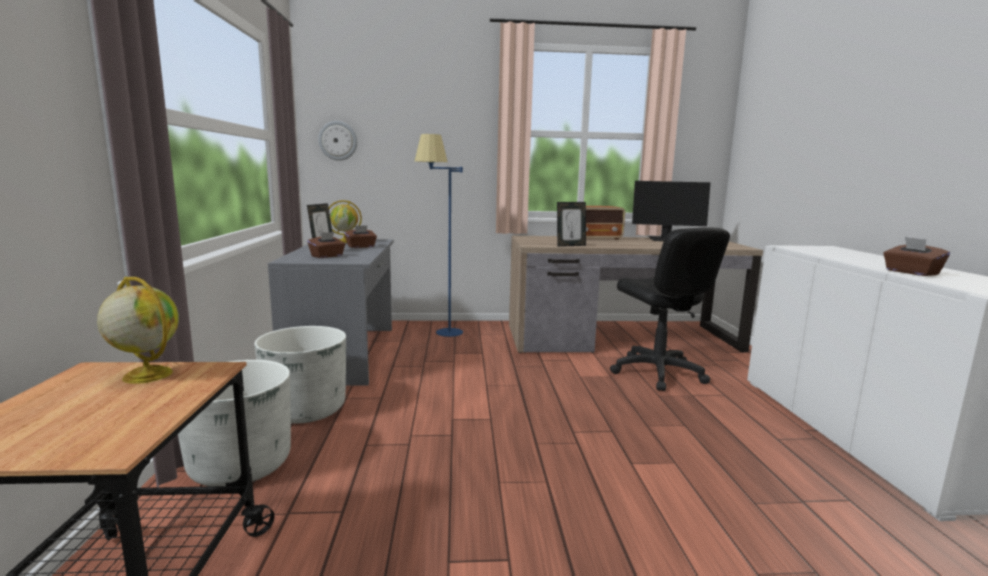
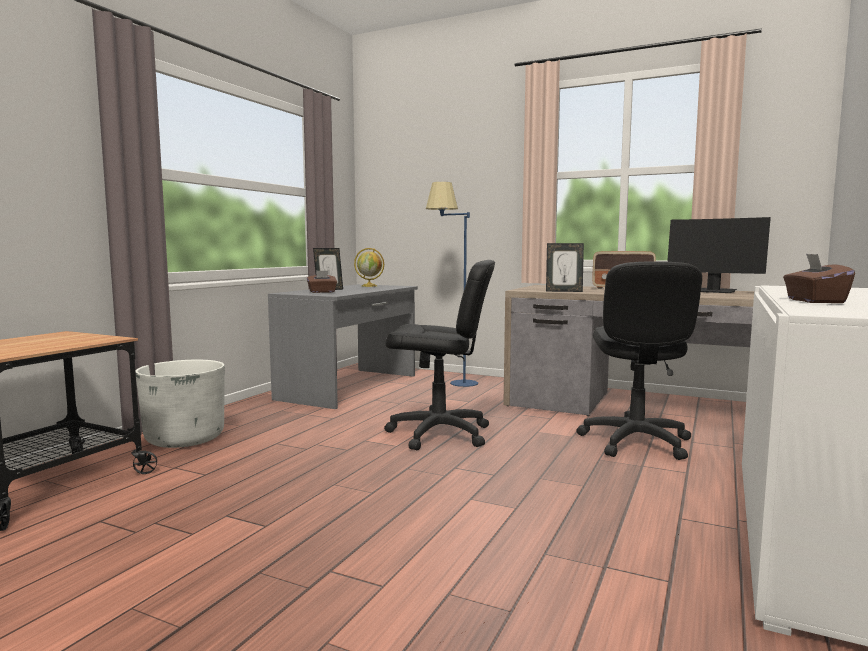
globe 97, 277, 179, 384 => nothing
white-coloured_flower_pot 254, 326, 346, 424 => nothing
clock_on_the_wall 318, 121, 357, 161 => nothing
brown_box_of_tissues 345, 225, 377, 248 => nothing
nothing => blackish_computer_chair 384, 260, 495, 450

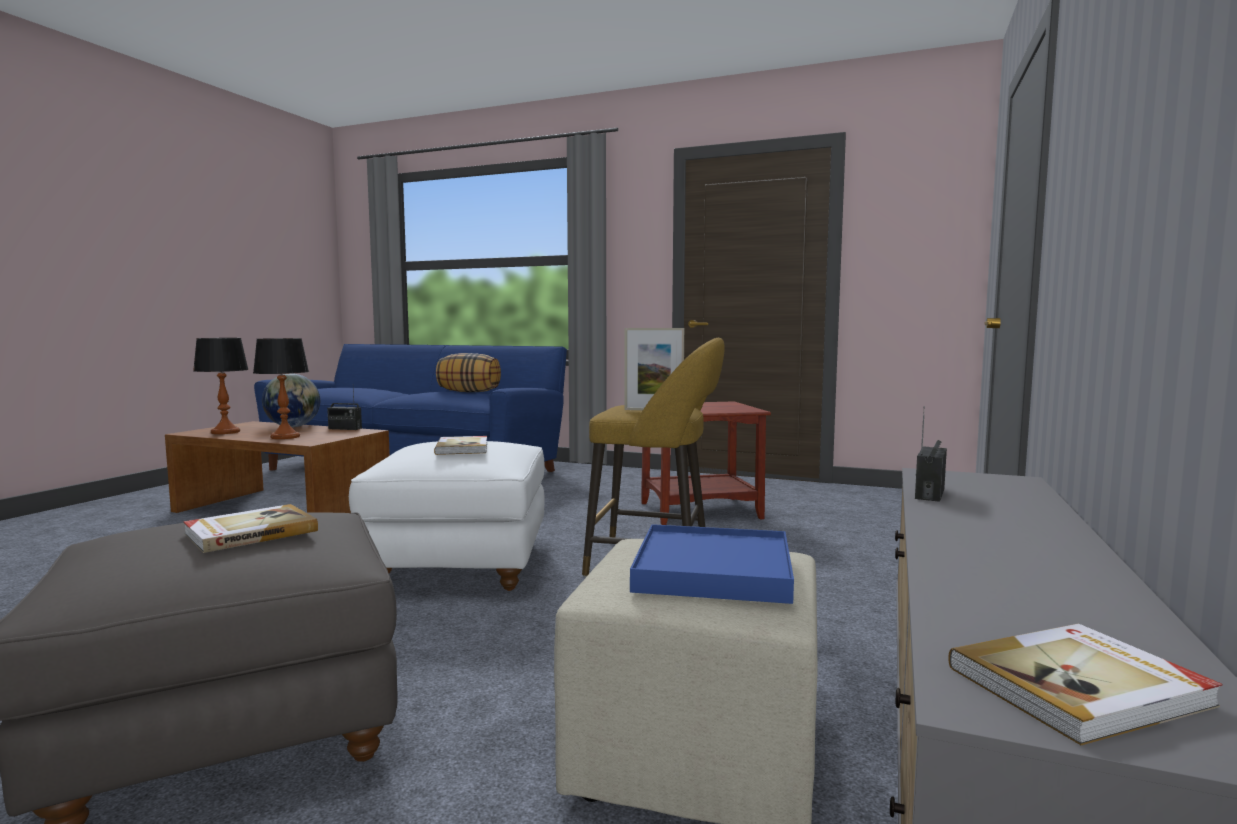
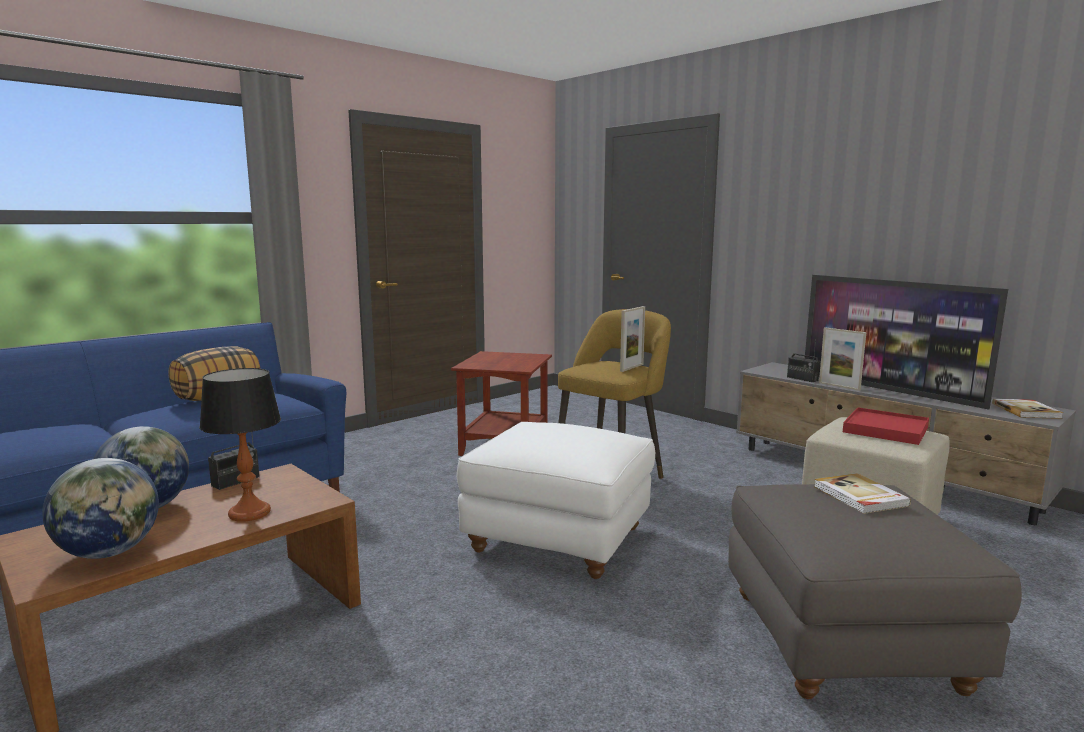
volume 434, 436, 487, 455 => nothing
nothing => television 805, 275, 1008, 410
nothing => picture_frame 819, 327, 866, 391
tabletop_lamp 193, 338, 249, 434 => globe 42, 458, 159, 559
blue-coloured_serving_tray 630, 524, 794, 604 => reddish_serving_tray 843, 407, 929, 445

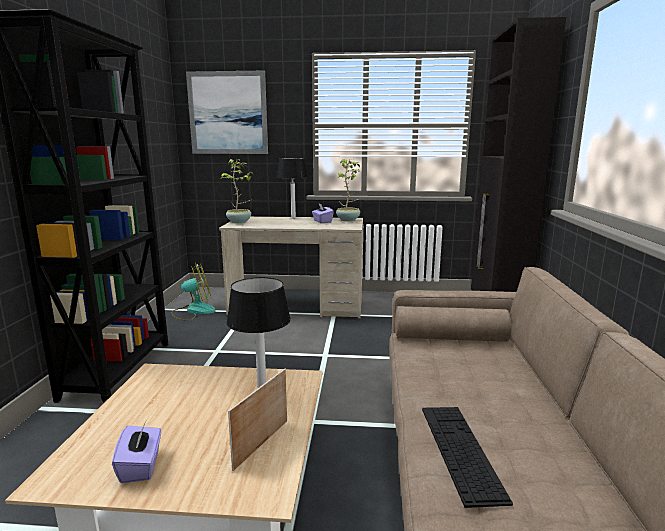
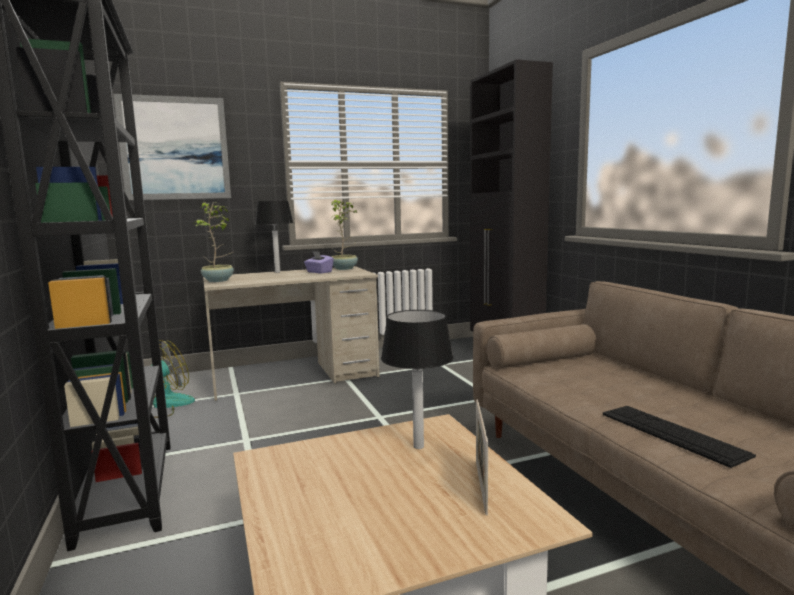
purple_box_of_tissues 112, 421, 161, 483 => nothing

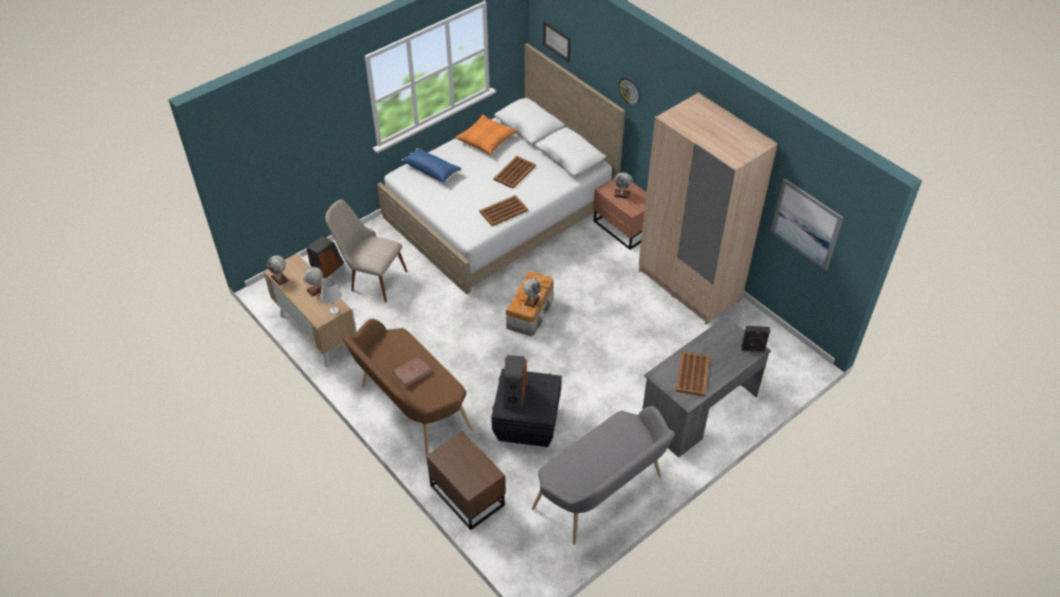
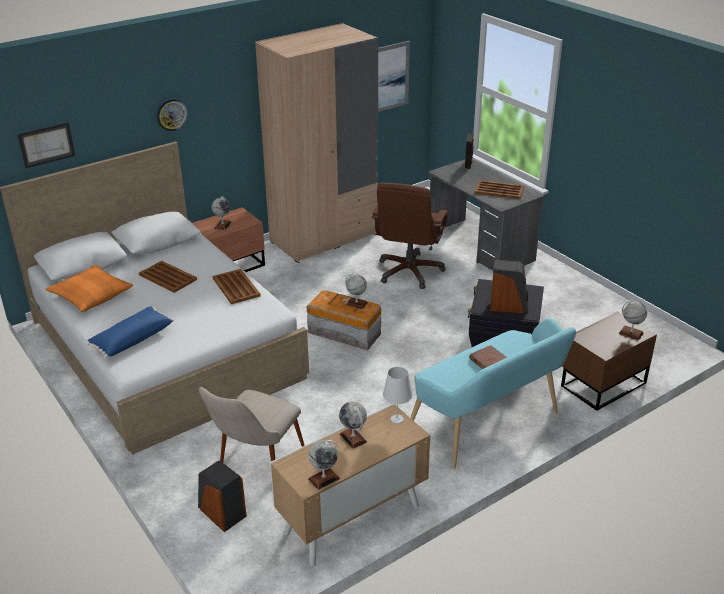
gray_bench 532, 406, 675, 545 => nothing
nothing => brown_computer_chair 372, 182, 448, 289
nothing => globe 619, 300, 647, 340
brown_bench 343, 319, 473, 456 => blue-green_bench 410, 318, 576, 469

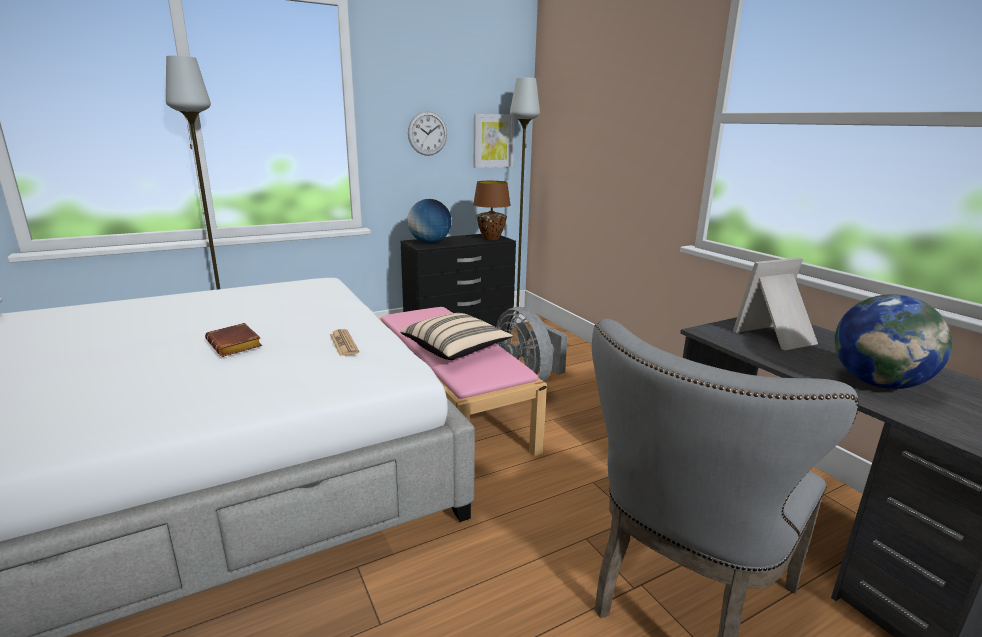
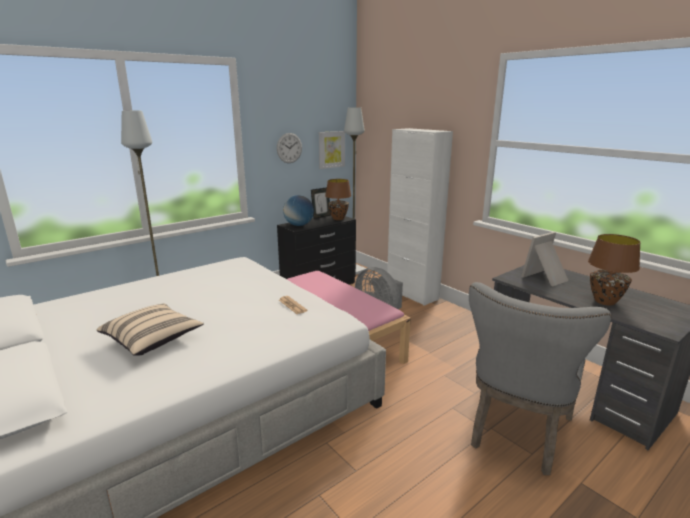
brown_volume 205, 323, 262, 357 => nothing
nothing => picture_frame 311, 187, 331, 219
nothing => white-coloured_cabinet 387, 128, 453, 306
sand-coloured_pillow 400, 313, 513, 360 => sand-coloured_pillow 96, 304, 204, 356, shifted
globe 835, 294, 952, 389 => brown_tabletop_lamp 588, 234, 641, 306

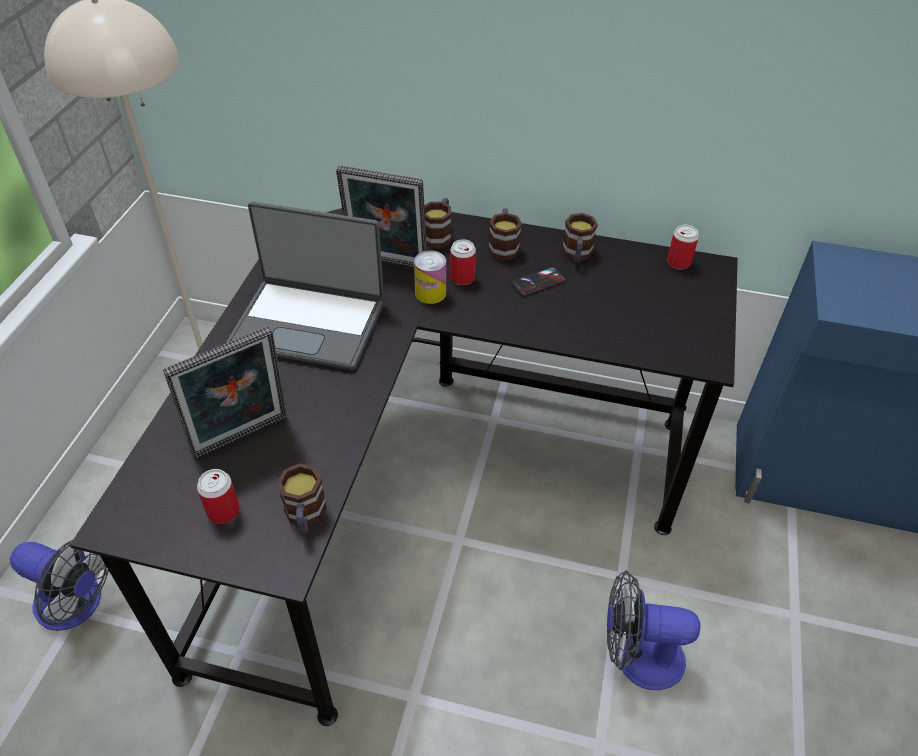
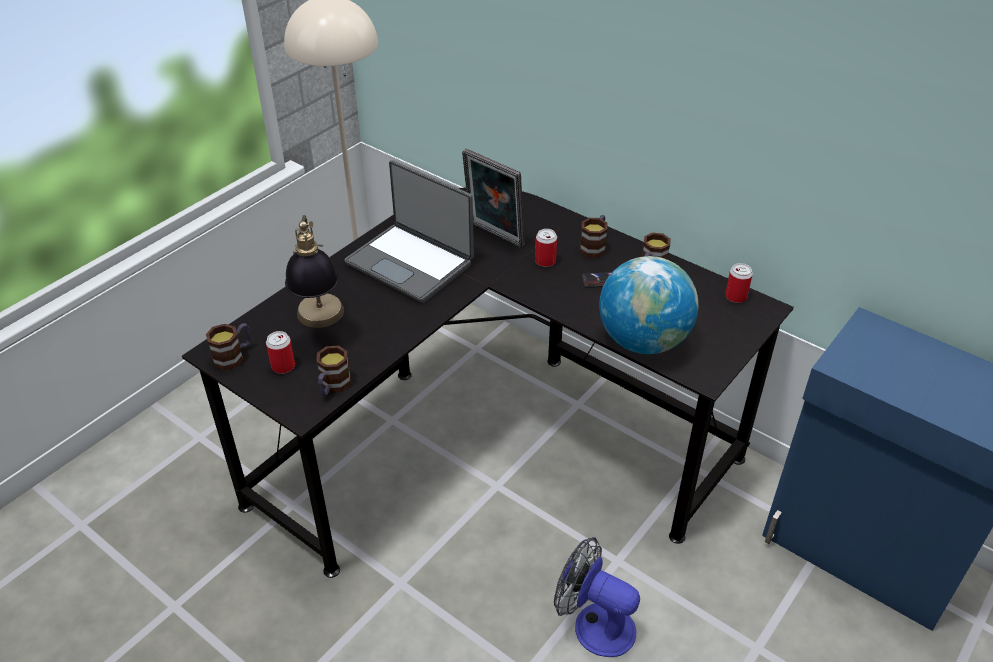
cooling_fan 10, 540, 109, 631 => nothing
sealed_can 414, 251, 446, 304 => nothing
nothing => globe 599, 256, 699, 354
coffee_mug 424, 198, 451, 248 => coffee_mug 206, 323, 251, 370, shifted
picture_frame 163, 326, 287, 459 => tabletop_lamp 285, 215, 344, 328

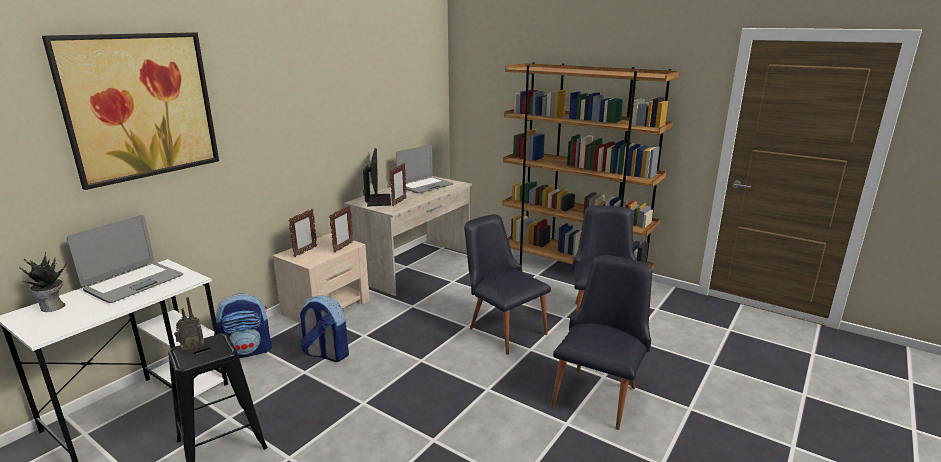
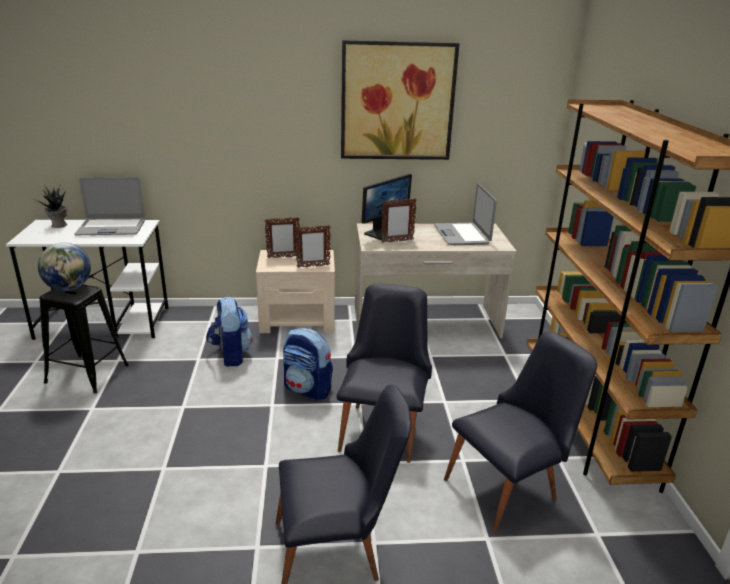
wall_picture 42, 32, 219, 190 => wall_picture 341, 40, 459, 160, shifted
rucksack 215, 294, 272, 358 => rucksack 283, 328, 333, 401, shifted
radio 174, 297, 204, 352 => globe 38, 243, 91, 291
laptop 396, 145, 454, 193 => laptop 434, 183, 497, 245, 75 degrees clockwise

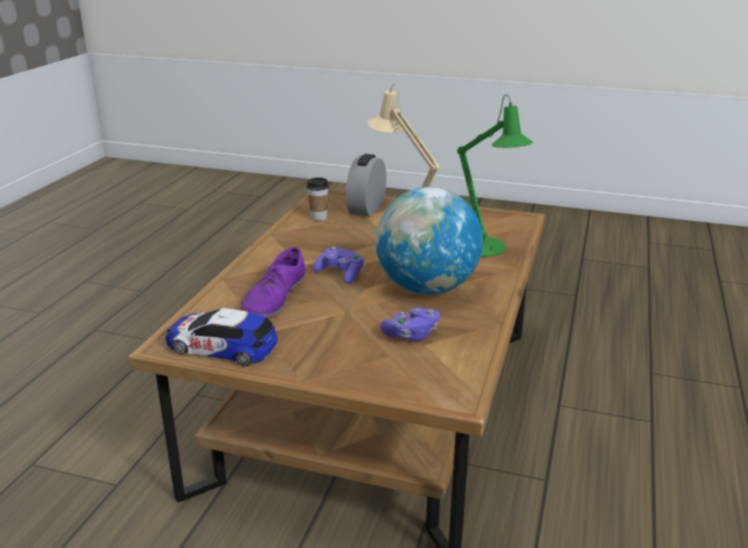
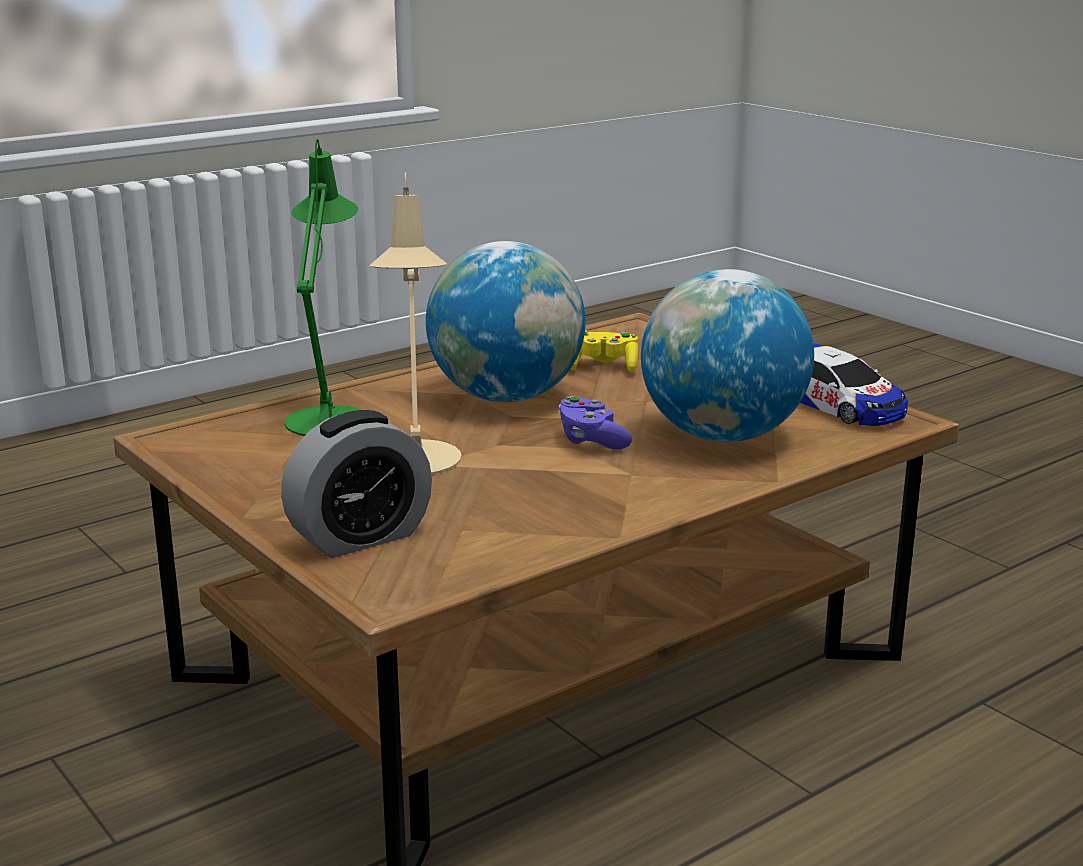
cup 306, 177, 329, 221 => nothing
purple_item_of_footwear 240, 247, 305, 318 => globe 641, 269, 814, 442
purple_gamepad 380, 307, 440, 342 => yellow_gamepad 570, 330, 638, 373

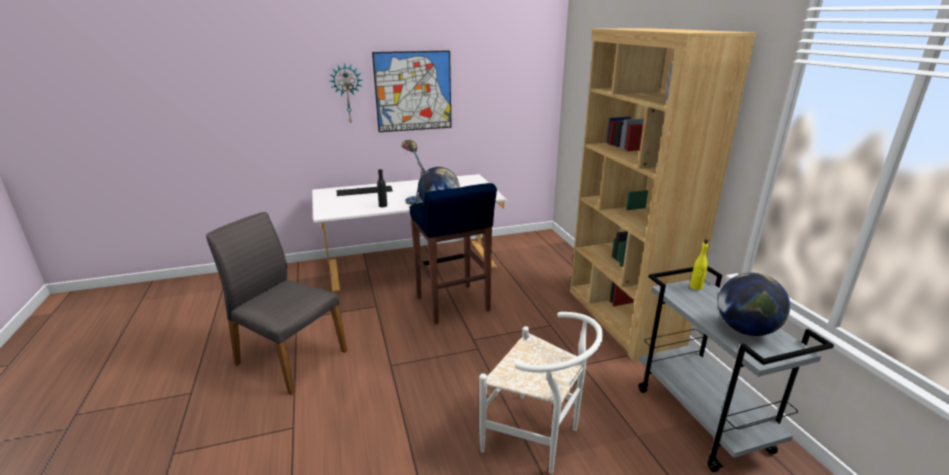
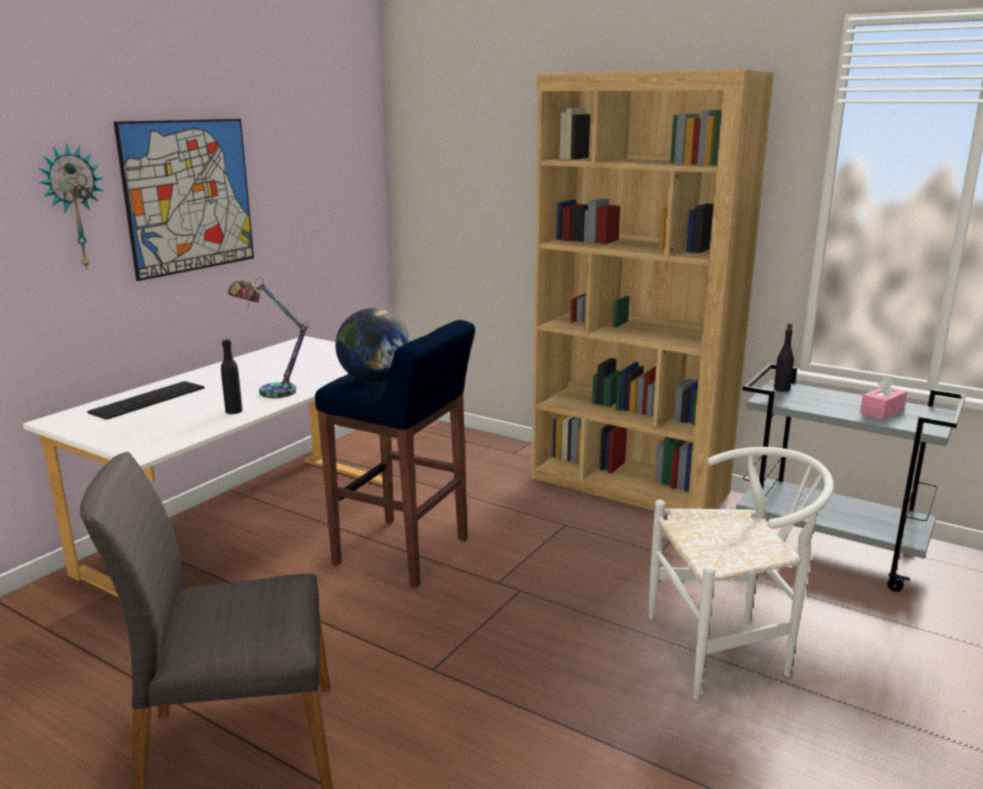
globe 718, 273, 790, 336 => pink_box_of_tissues 860, 374, 907, 419
yellow_beverage_bottle 690, 239, 708, 290 => blackish_beverage_bottle 774, 324, 794, 392

